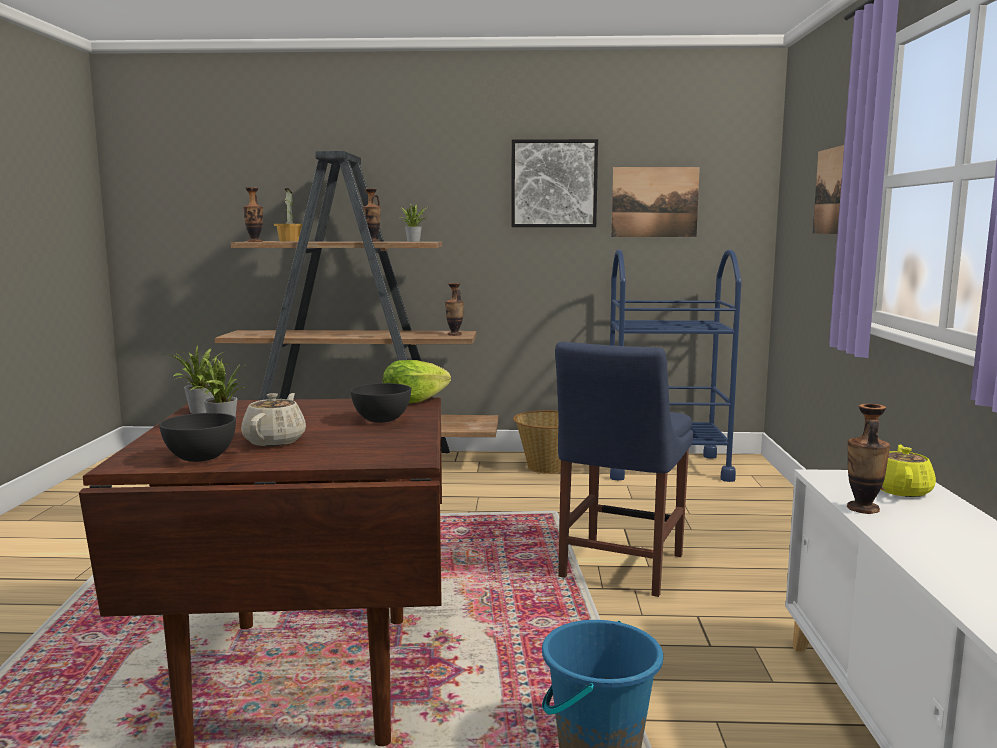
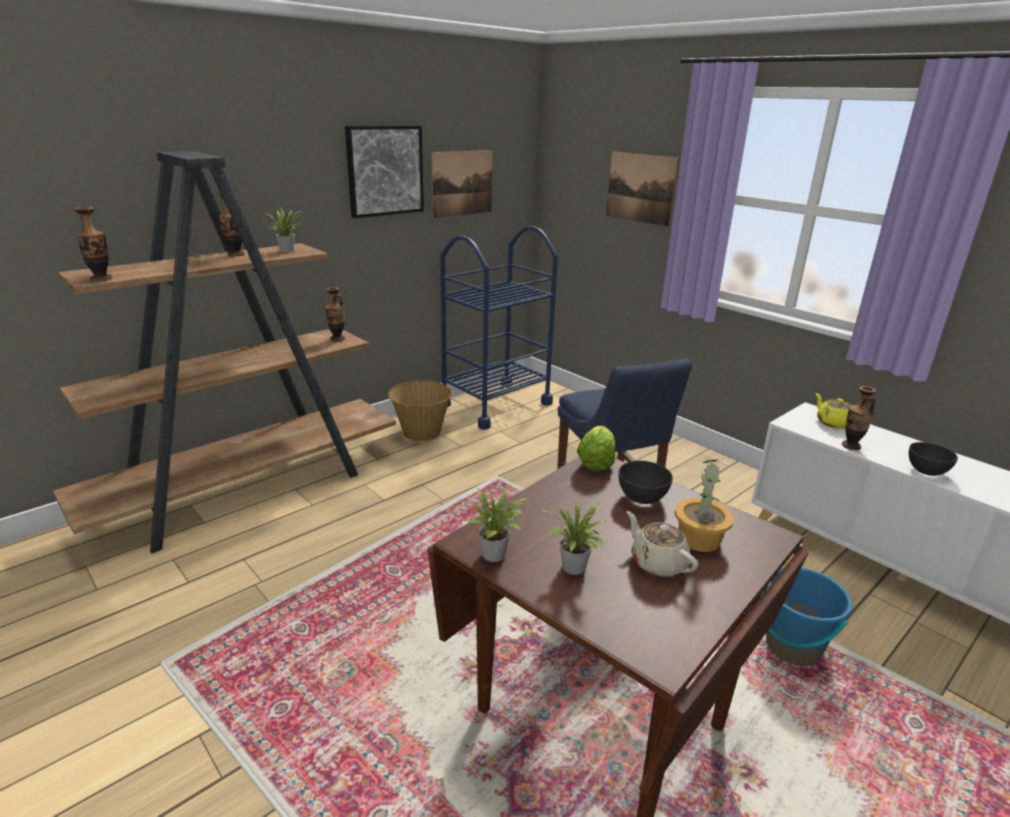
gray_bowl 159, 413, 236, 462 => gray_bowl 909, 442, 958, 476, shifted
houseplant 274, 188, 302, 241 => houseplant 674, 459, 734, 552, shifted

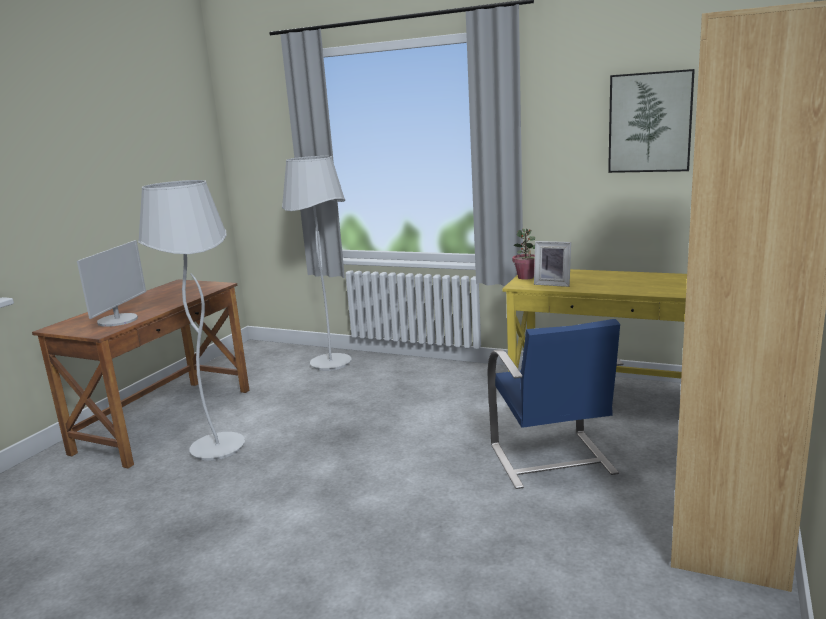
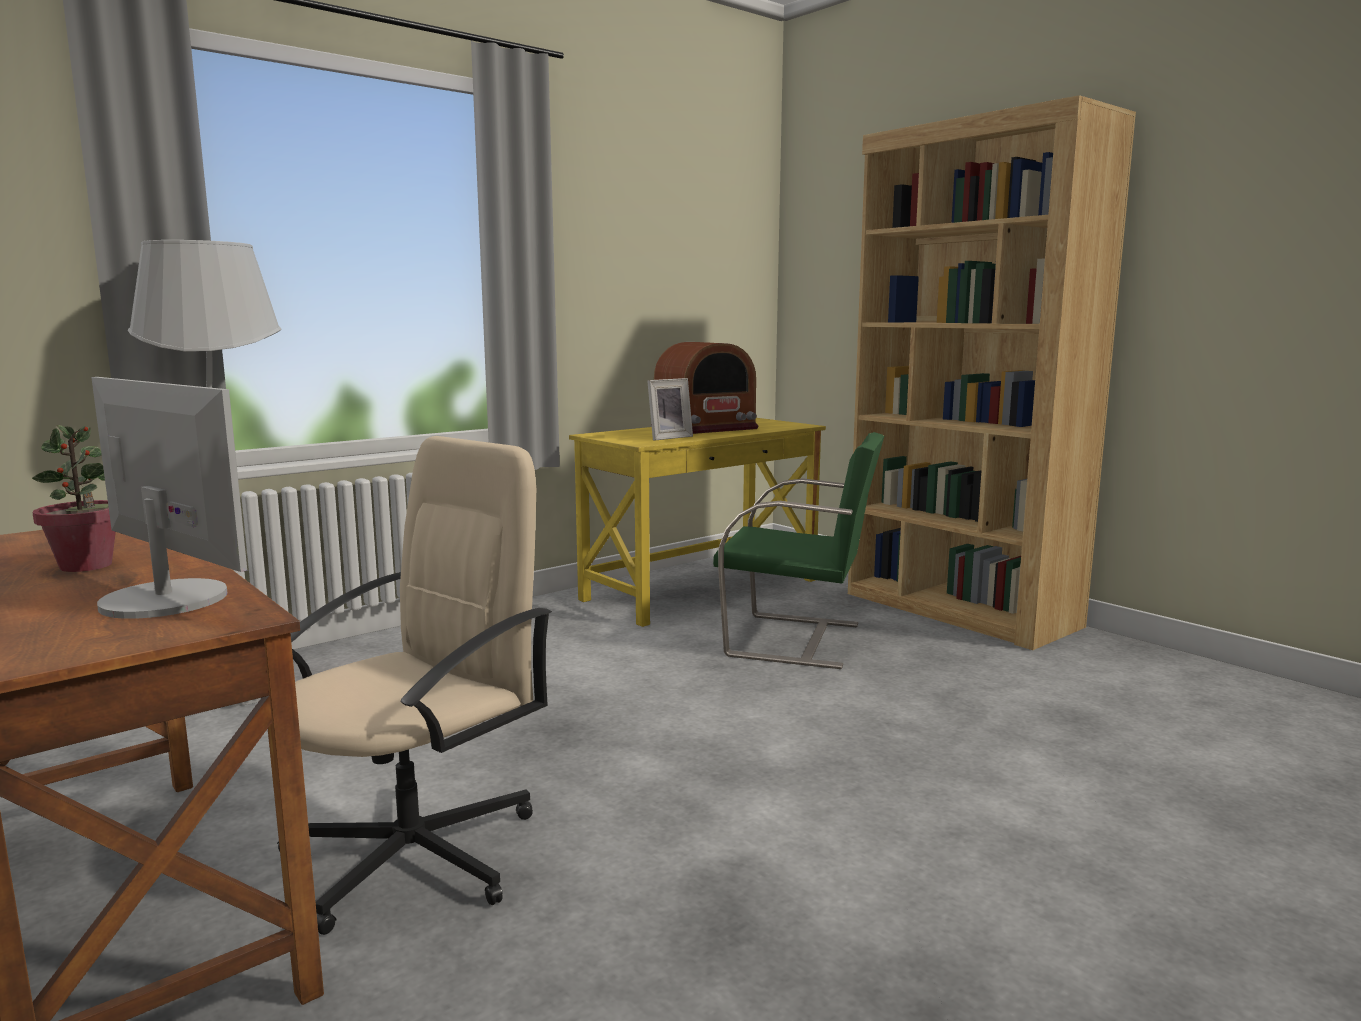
wall_picture 608, 69, 695, 173 => nothing
nothing => radio 651, 342, 758, 434
houseplant 512, 228, 535, 280 => houseplant 32, 425, 116, 572, shifted
white-coloured_standard_lamp 138, 180, 245, 461 => sand-coloured_computer_chair 277, 436, 552, 935
blue-coloured_chair 487, 319, 623, 489 => green_chair 713, 432, 884, 669

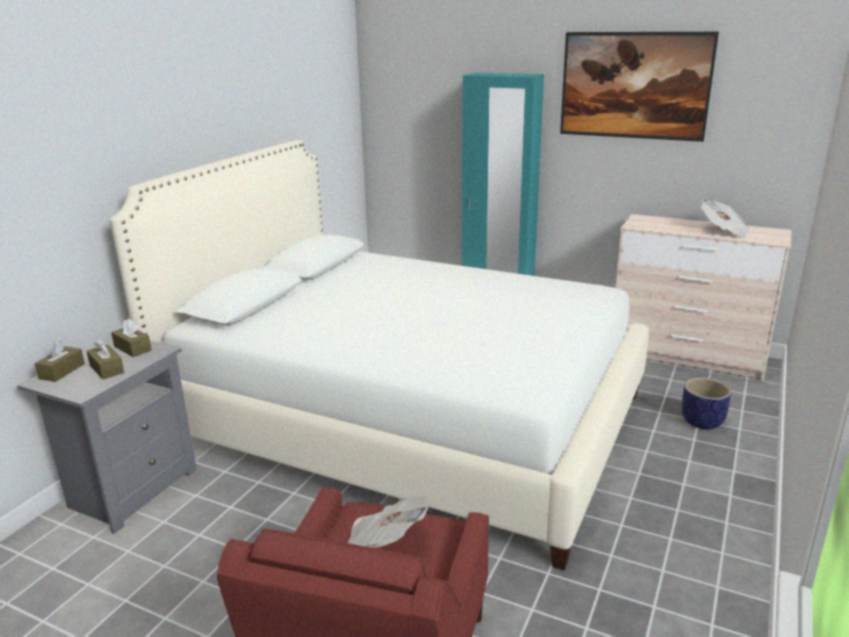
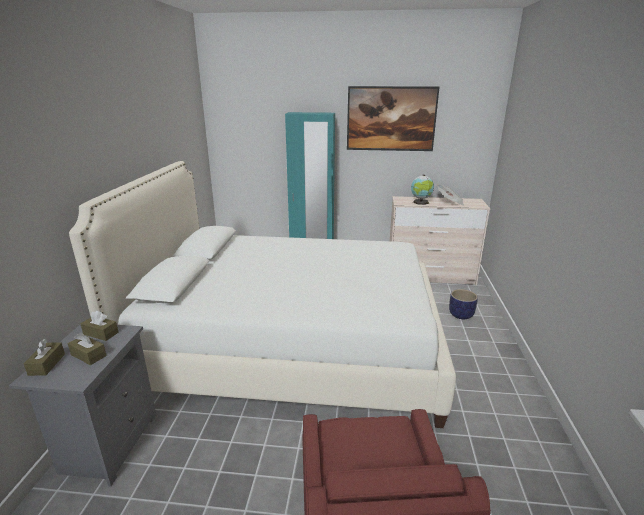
newspaper 347, 496, 428, 548 => nothing
nothing => globe 411, 175, 434, 205

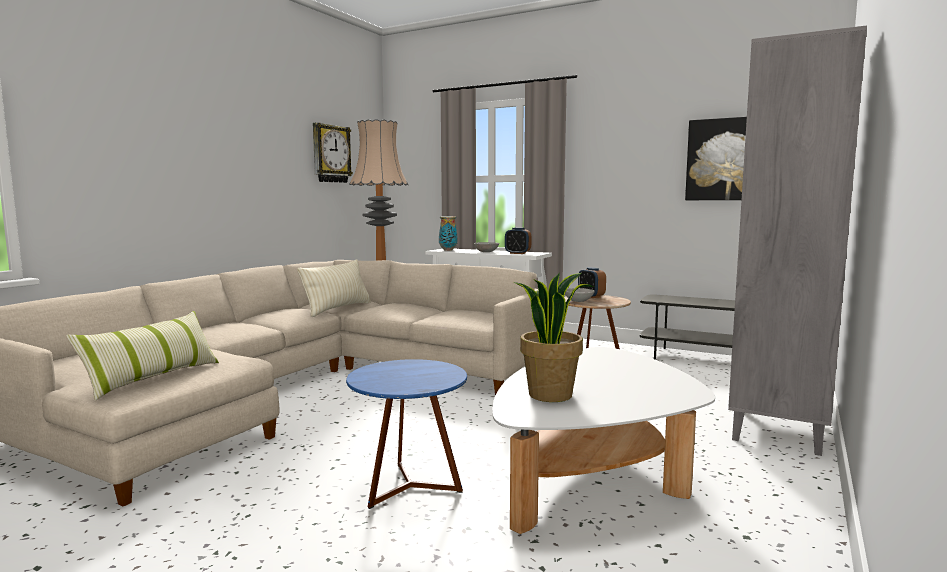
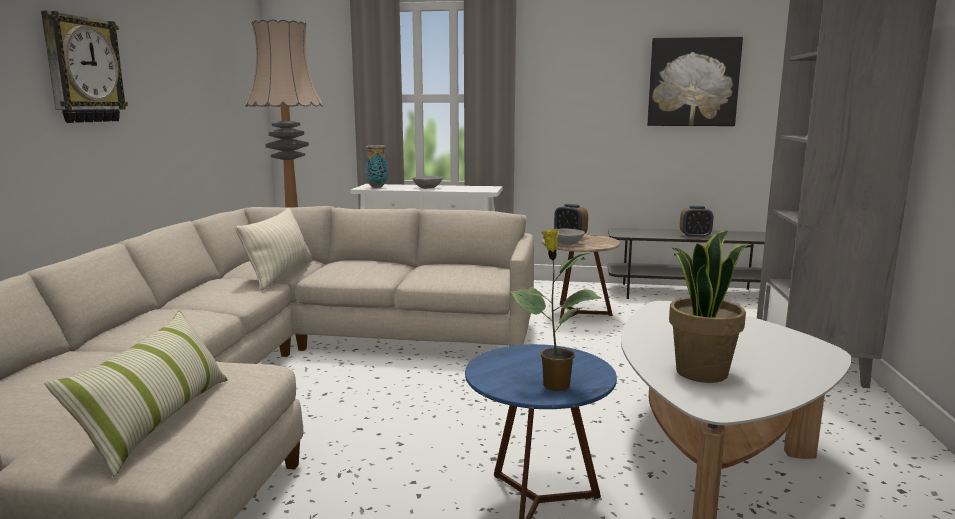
nothing => houseplant 510, 229, 602, 392
clock_on_the_wall 313, 123, 353, 183 => clock_on_the_wall 41, 11, 128, 123, shifted
bedside_clock 505, 228, 531, 254 => bedside_clock 680, 206, 713, 238, shifted

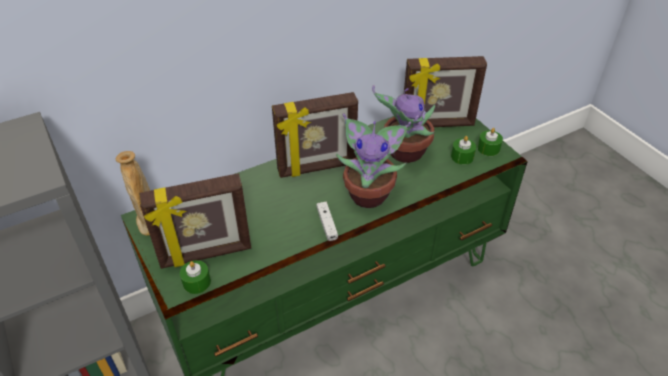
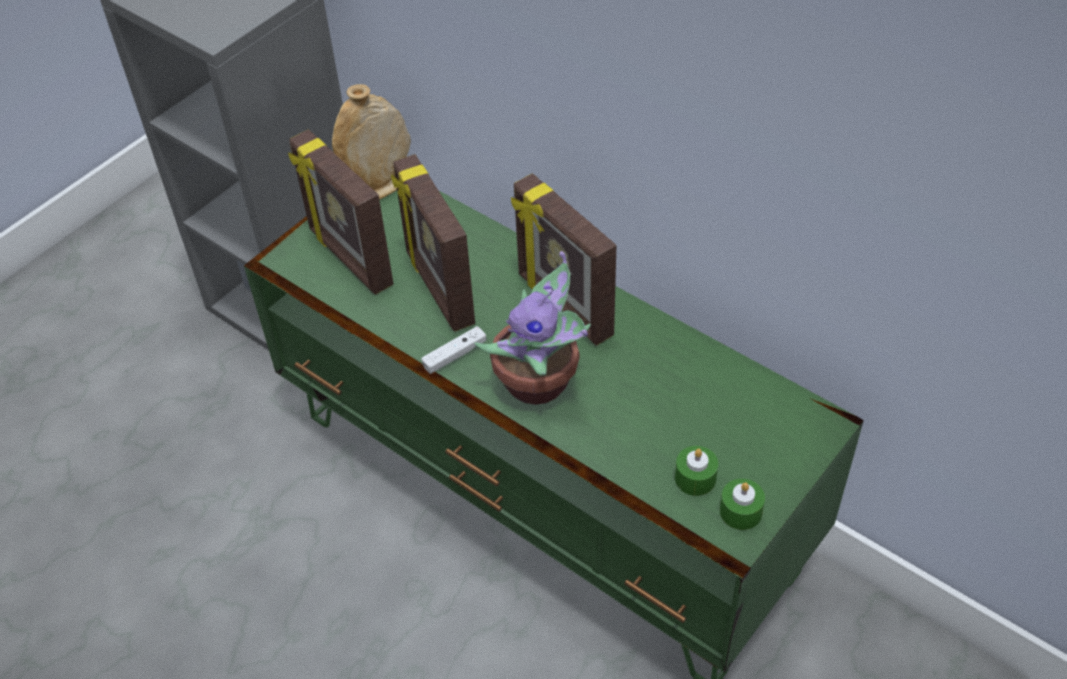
green_wax_candle 180, 260, 211, 294 => nothing
houseplant 372, 85, 435, 163 => nothing
picture_frame 404, 56, 487, 127 => picture_frame 391, 154, 475, 331, shifted

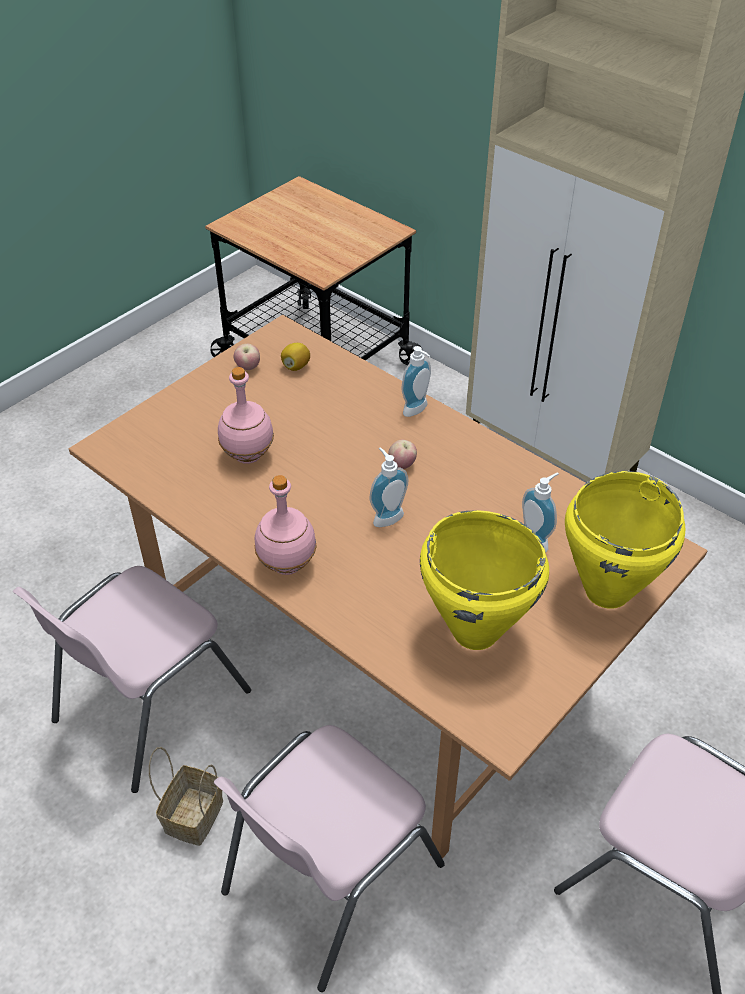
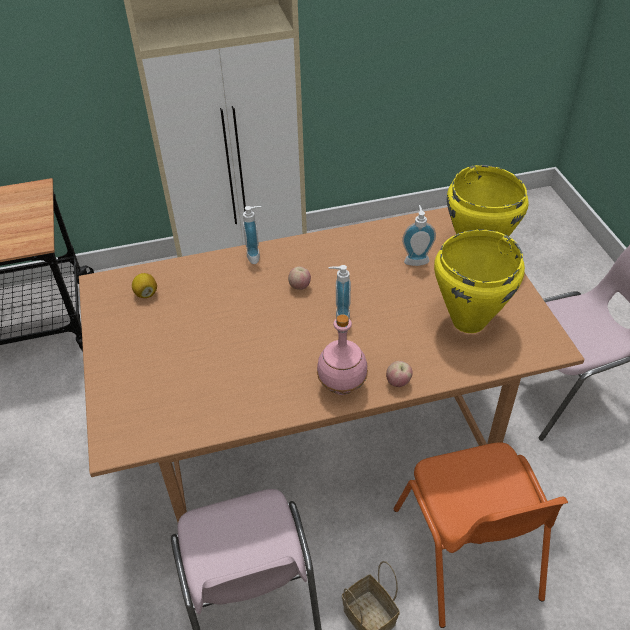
pink_beverage_bottle 218, 367, 274, 464 => nothing
apple_fruit 234, 344, 260, 370 => apple_fruit 386, 361, 412, 387, shifted
pink_chair 214, 725, 445, 992 => orangey_chair 394, 442, 568, 628

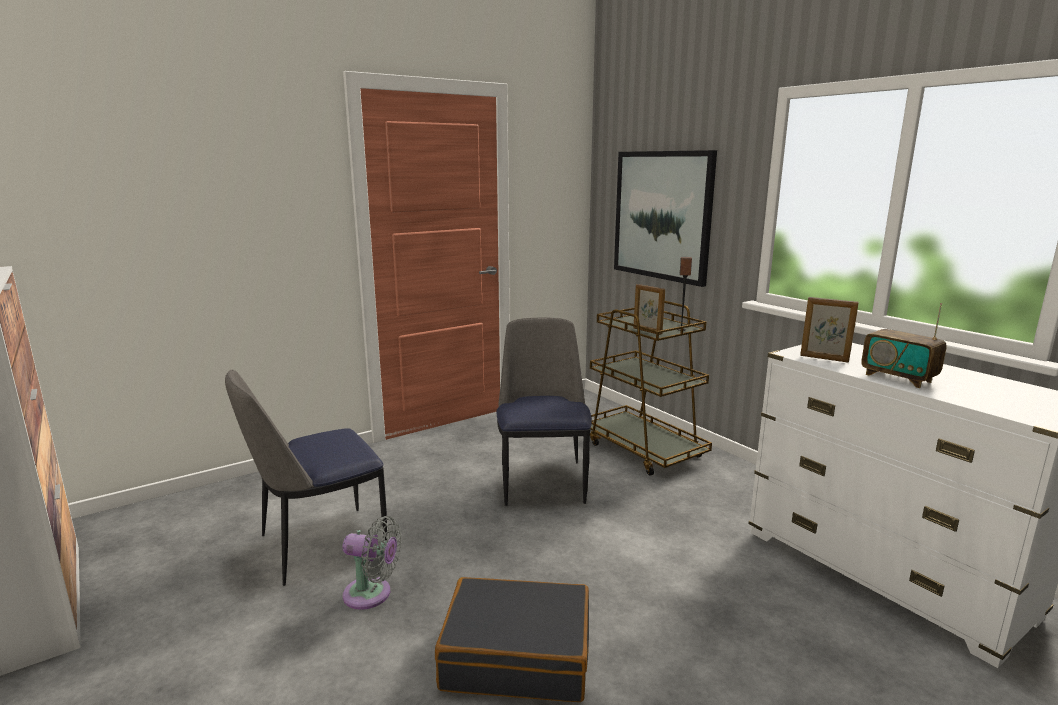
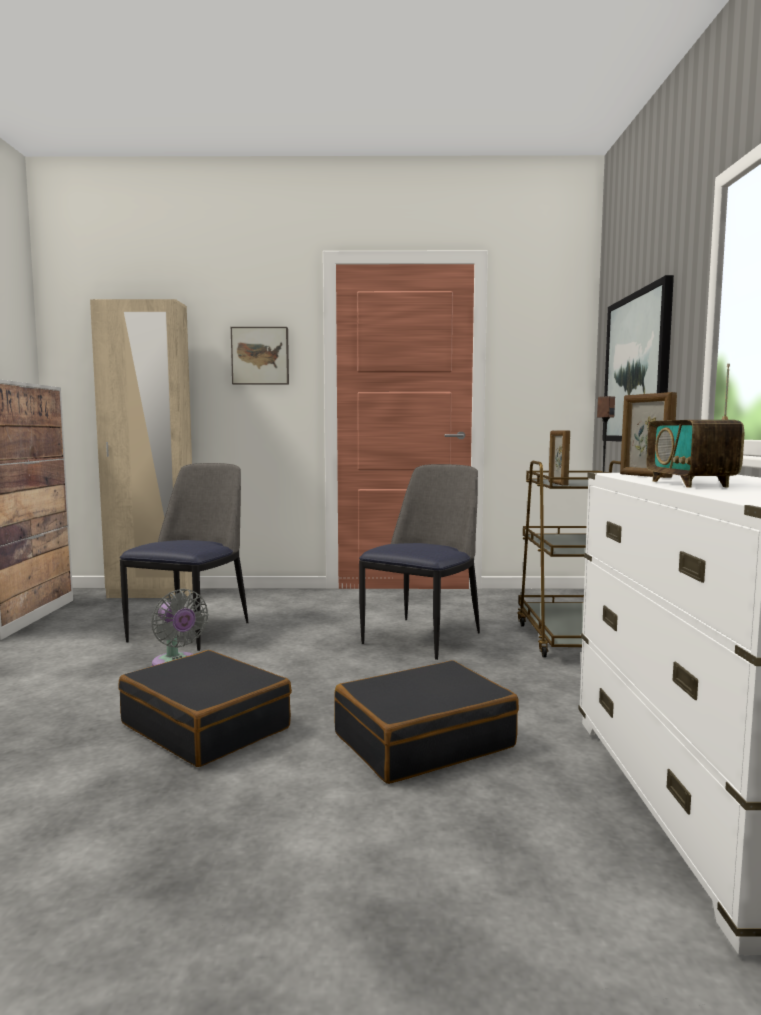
nothing => sand-coloured_clothes_cupboard 90, 299, 193, 598
nothing => wall_picture 231, 327, 289, 385
nothing => blackish_suitcase 334, 660, 519, 784
chair 225, 370, 387, 586 => chair 120, 463, 248, 651, 105 degrees clockwise

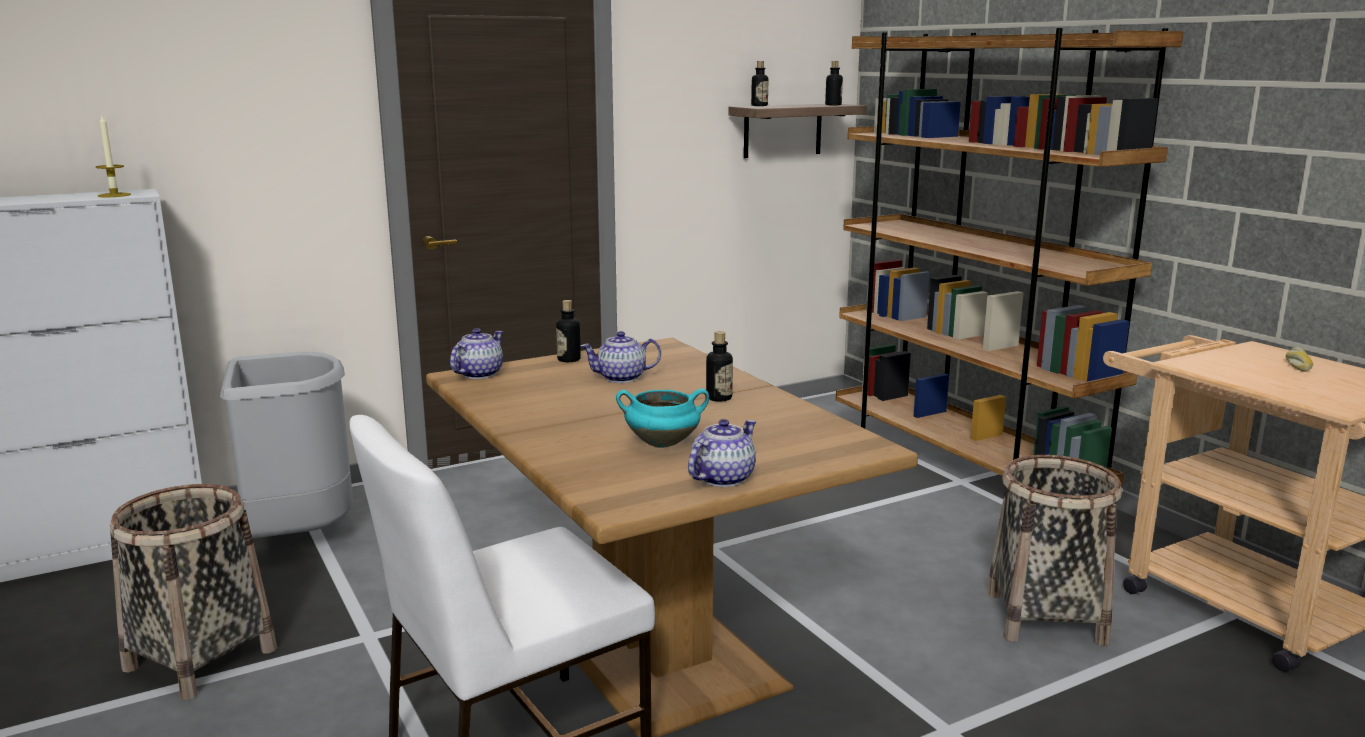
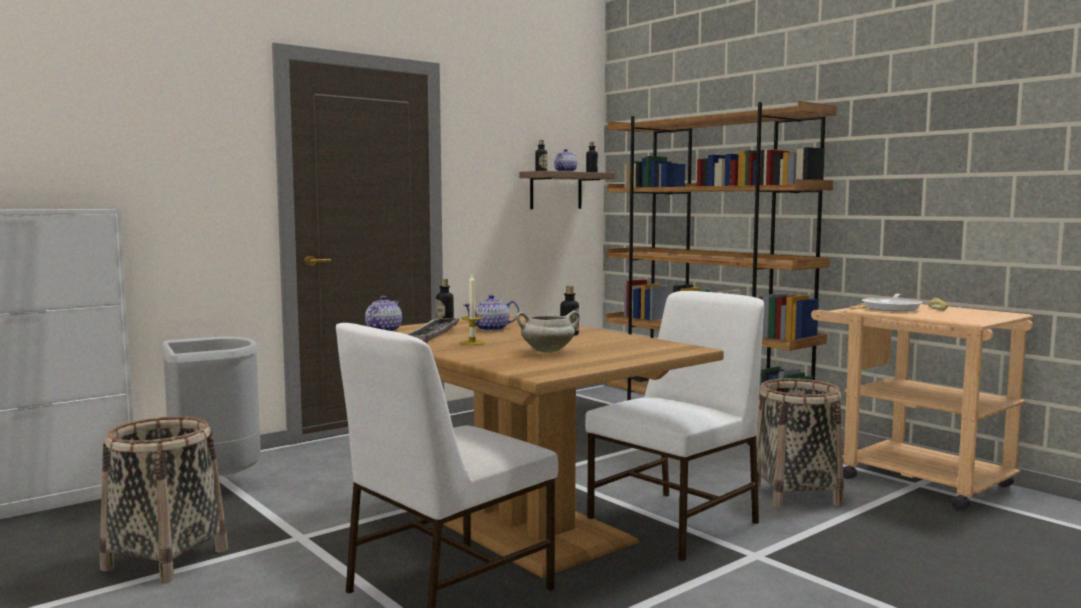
nothing => serving_tray 407, 318, 459, 343
nothing => white-coloured_chair 585, 291, 764, 561
nothing => pan 862, 294, 923, 311
wax_candle 96, 114, 131, 197 => wax_candle 460, 275, 485, 345, shifted
teapot 688, 419, 756, 487 => teapot 554, 149, 577, 172, shifted
blue-green_saucepot 616, 388, 709, 448 => white-coloured_saucepot 516, 311, 580, 353

